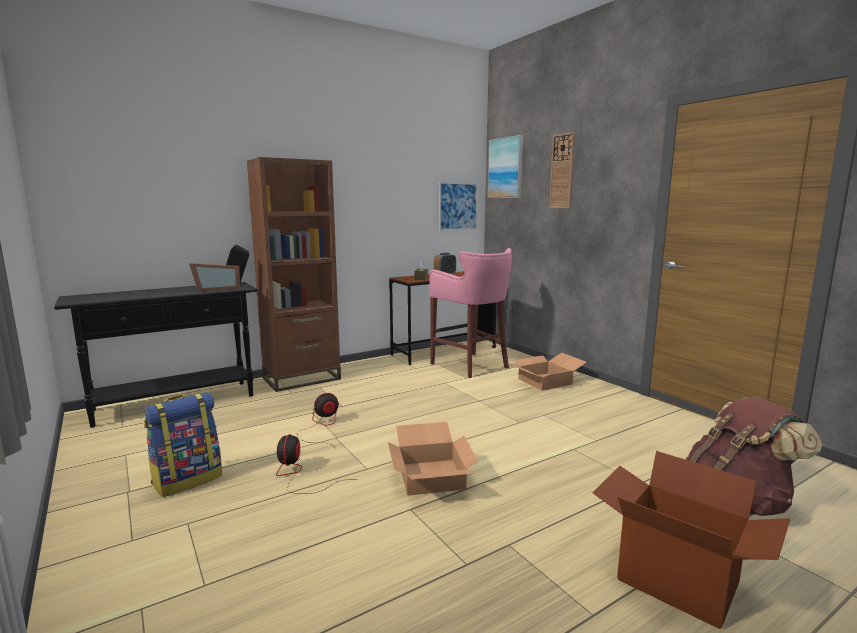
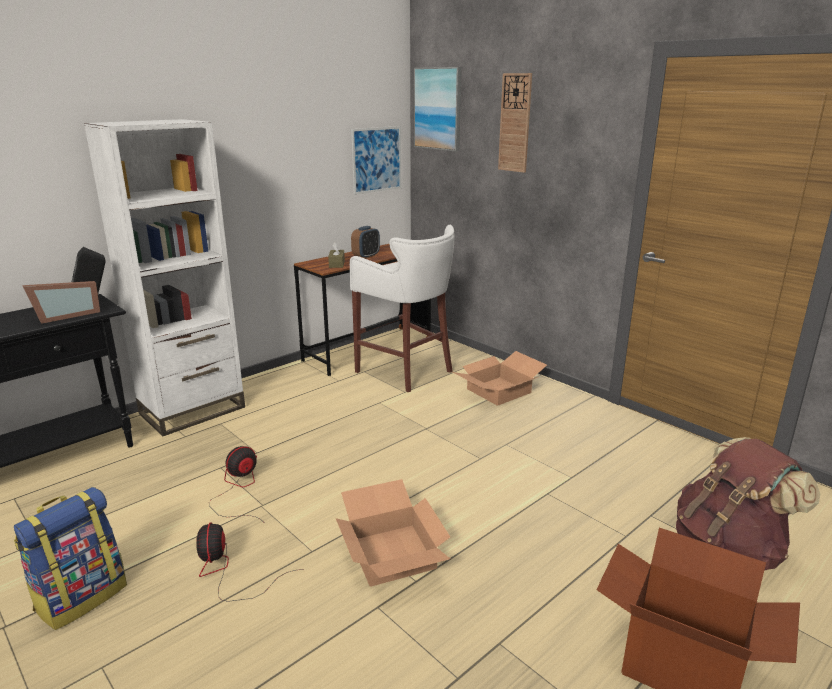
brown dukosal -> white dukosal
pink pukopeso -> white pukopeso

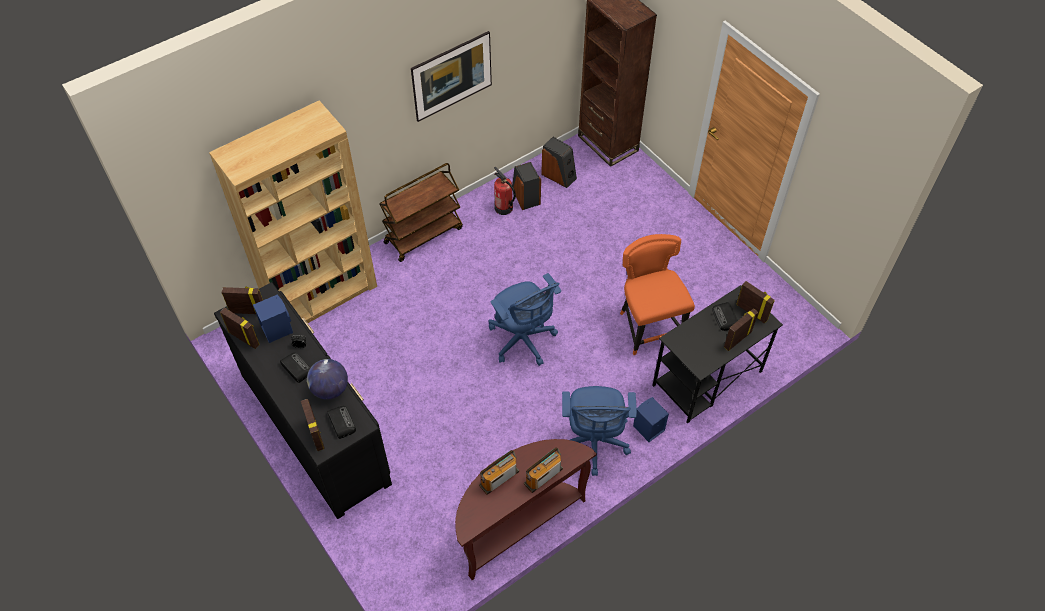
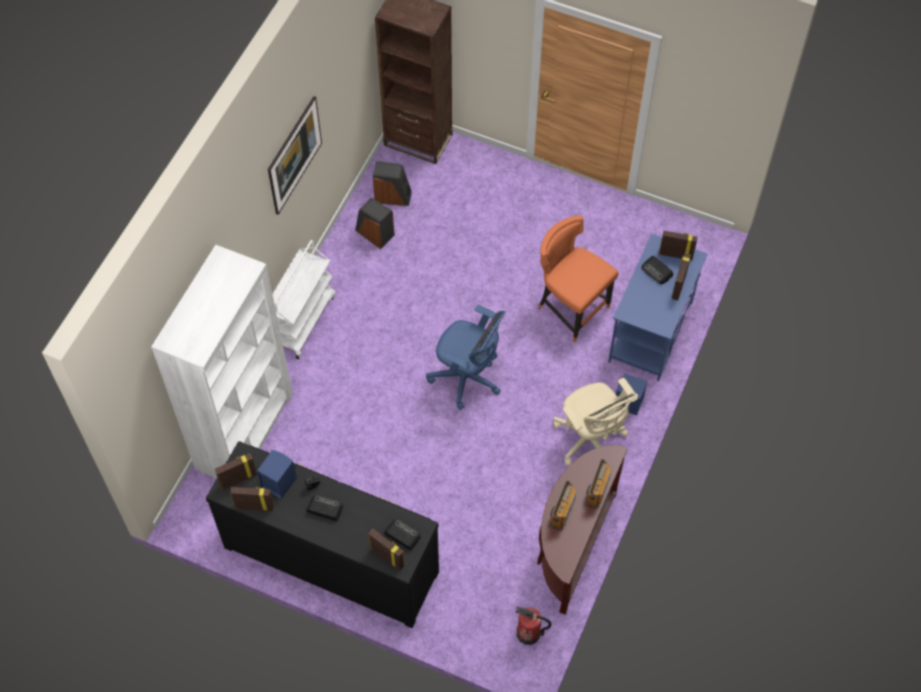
brown dukosal (1st from left) -> white dukosal
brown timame -> white timame
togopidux, move
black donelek -> blue donelek
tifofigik -> none
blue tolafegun (2nd from left) -> beige tolafegun

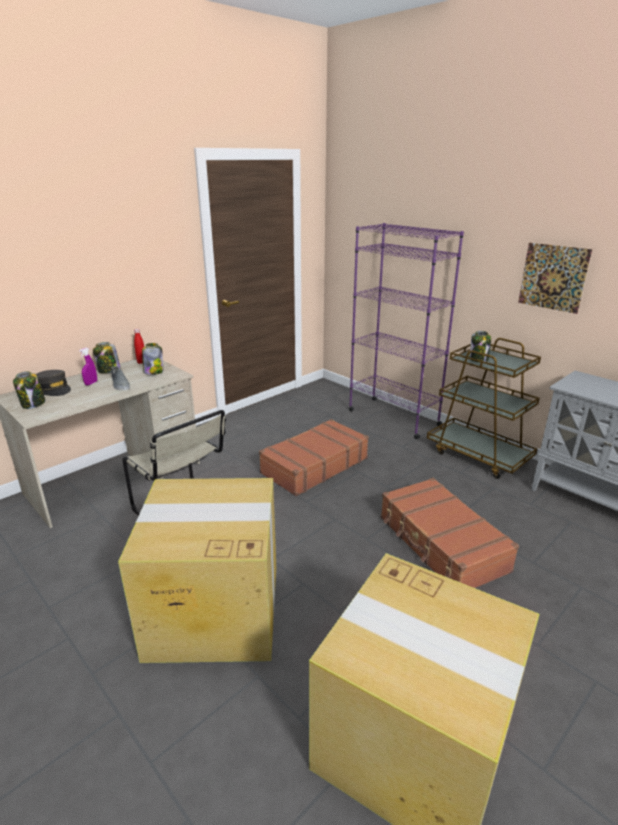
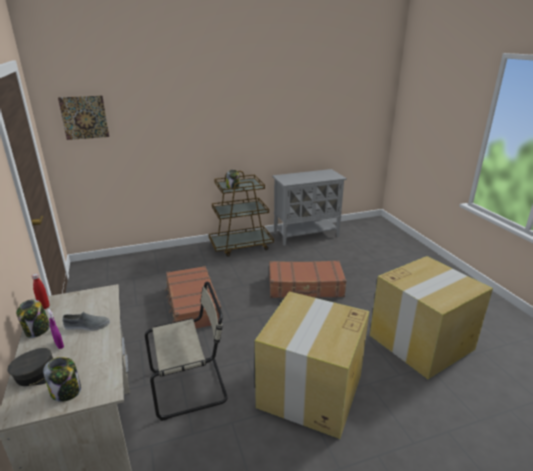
purple dukosal -> none
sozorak, move
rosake (3rd from left) -> none

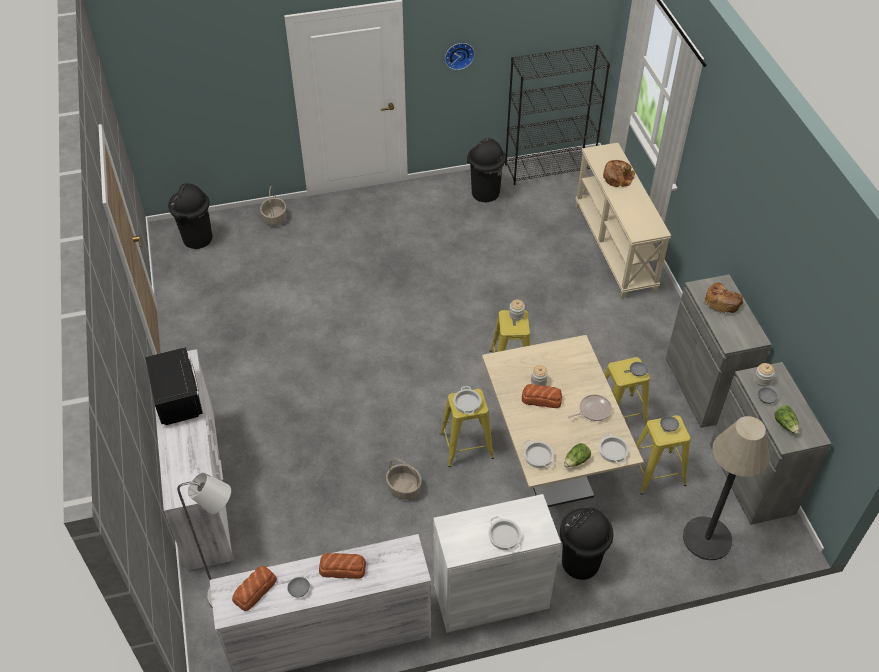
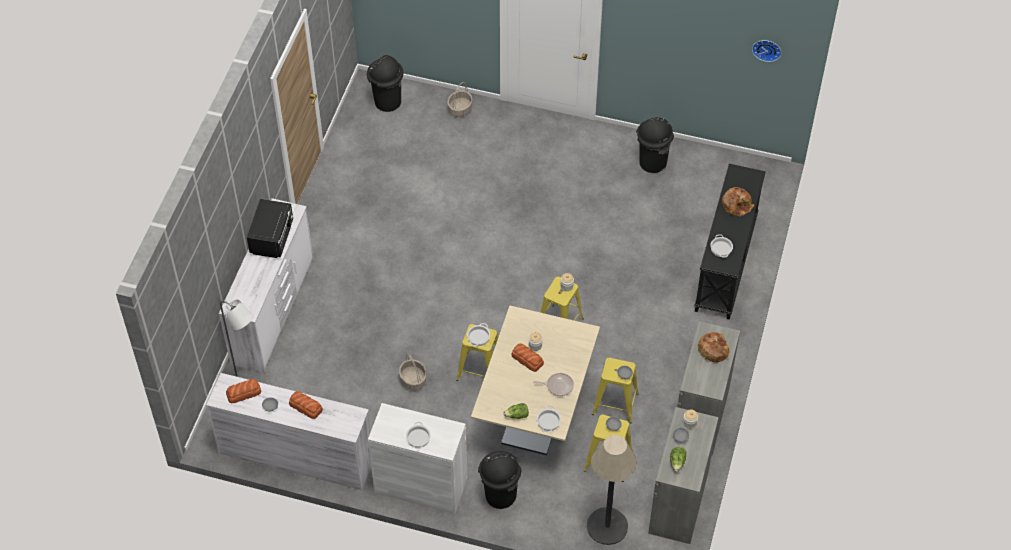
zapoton, move
black dukosal -> none
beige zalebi -> black zalebi
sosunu (3rd from left in the first image) -> sosunu (4th from left), move

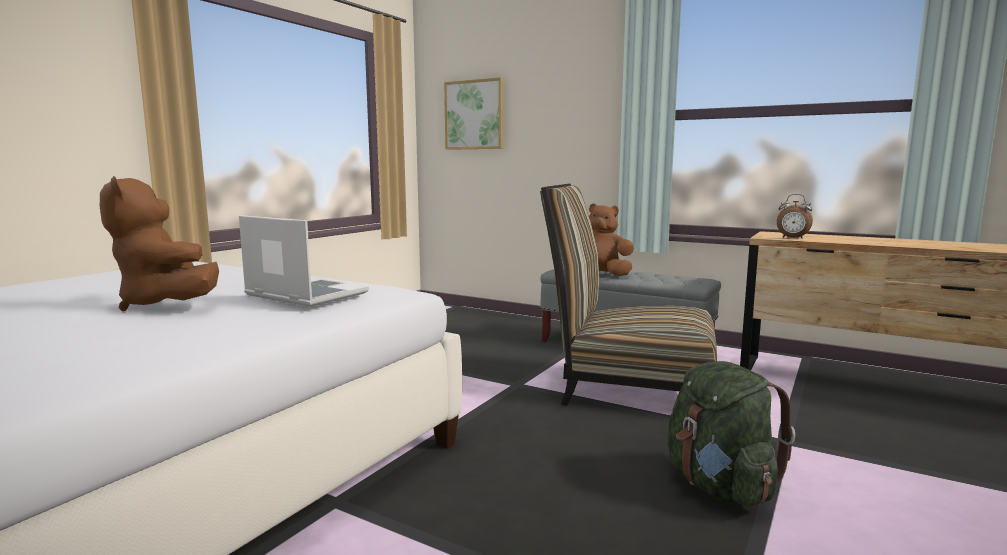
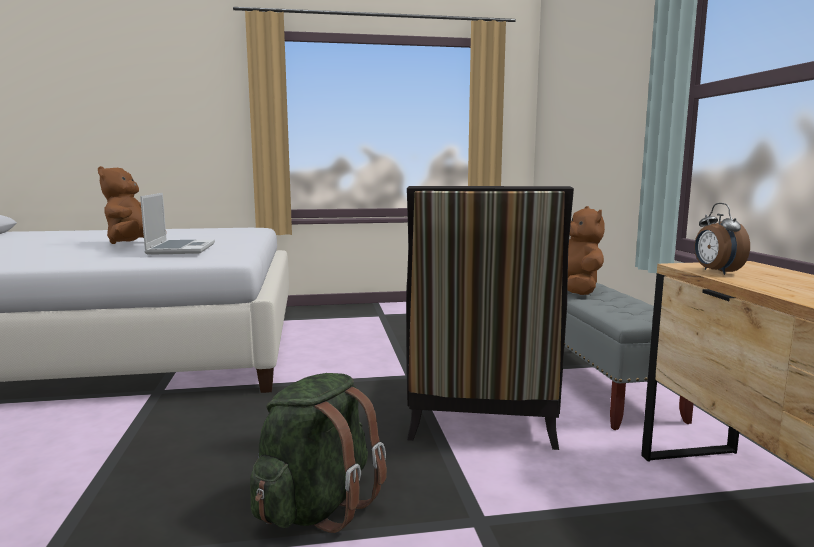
sozorak -> none
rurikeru, 150 degrees counterclockwise

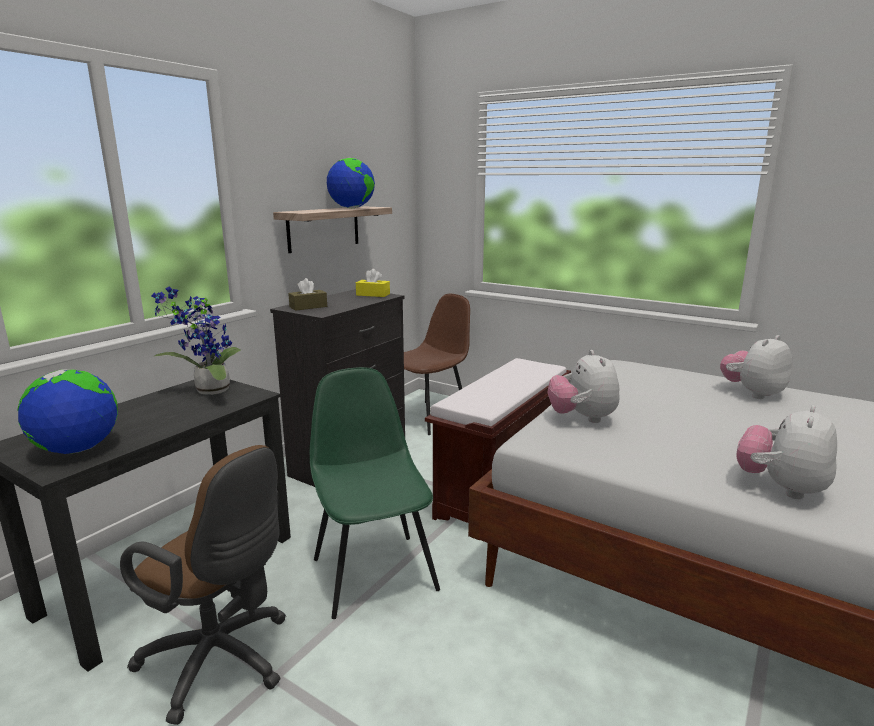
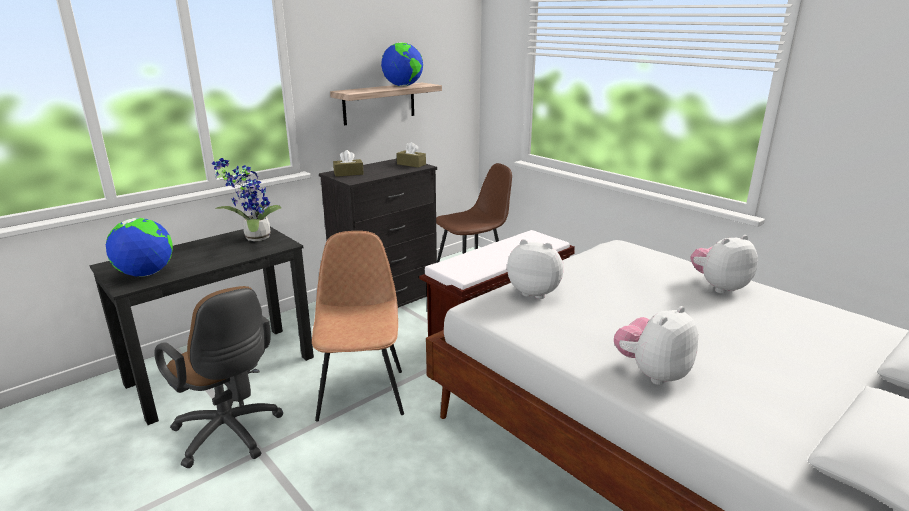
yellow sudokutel -> brown sudokutel (2nd from left)
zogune (1st from left), 105 degrees clockwise
green rurikeru -> brown rurikeru (1st from left)

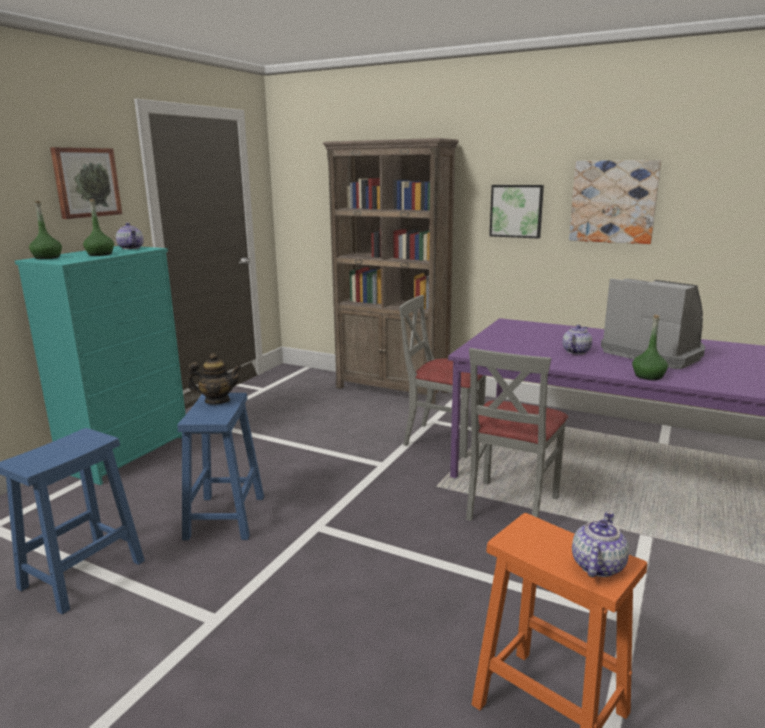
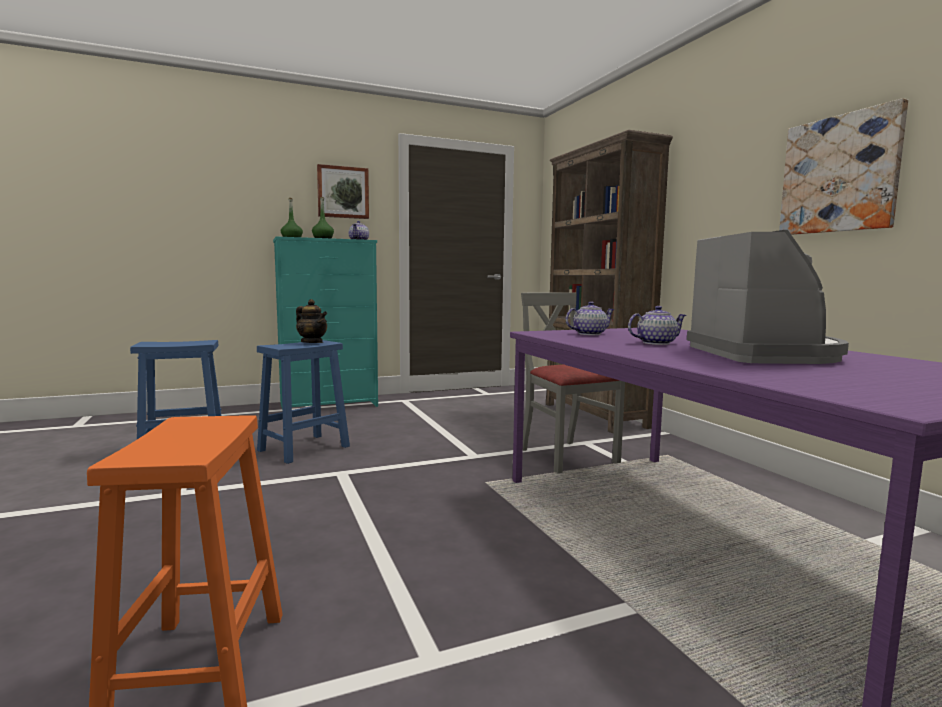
sozorak (2nd from left) -> none
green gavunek (3rd from left) -> none
grey rurikeru (2nd from left) -> none
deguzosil (4th from left in the first image) -> deguzosil (3rd from left), move

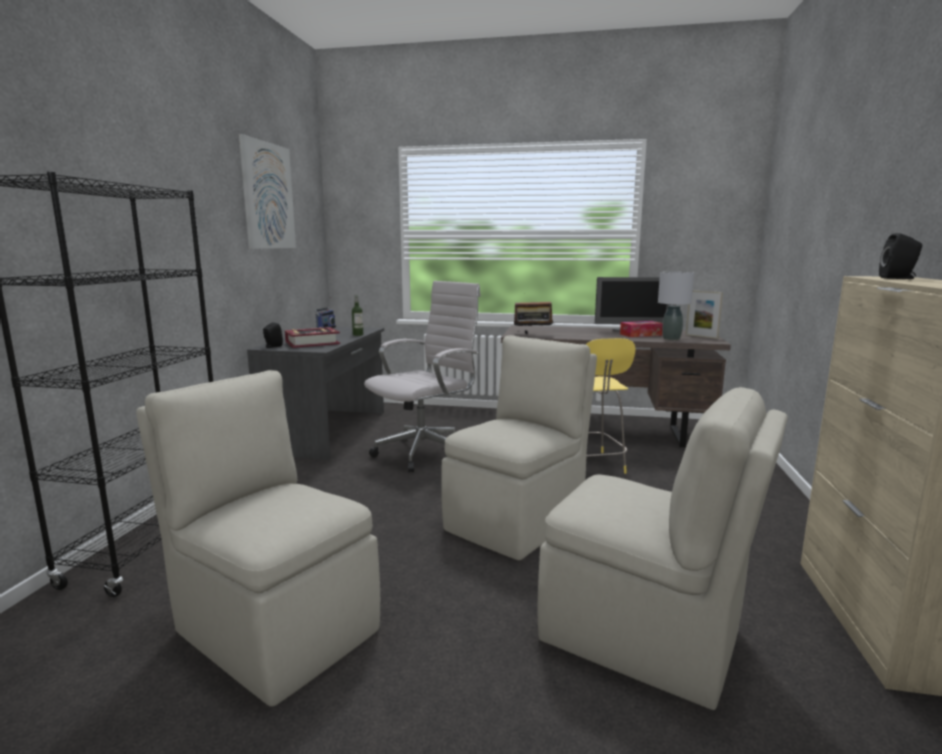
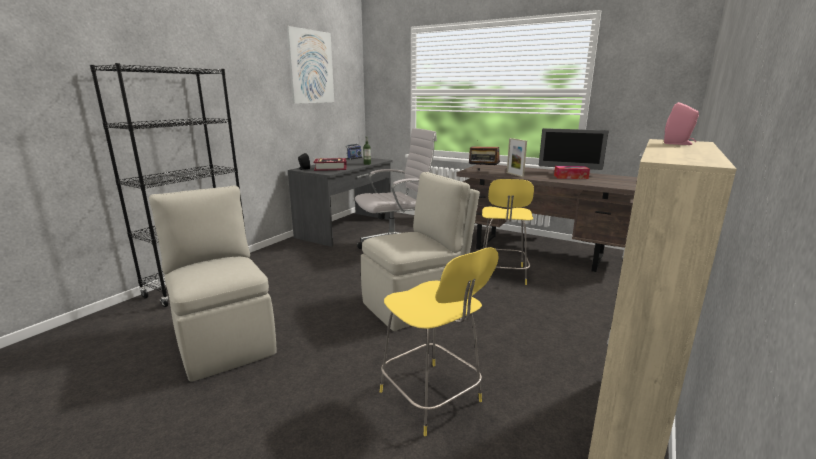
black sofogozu (2nd from left) -> pink sofogozu
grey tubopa -> none
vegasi, move
beige rurikeru (3rd from left) -> yellow pukopeso (1st from left)

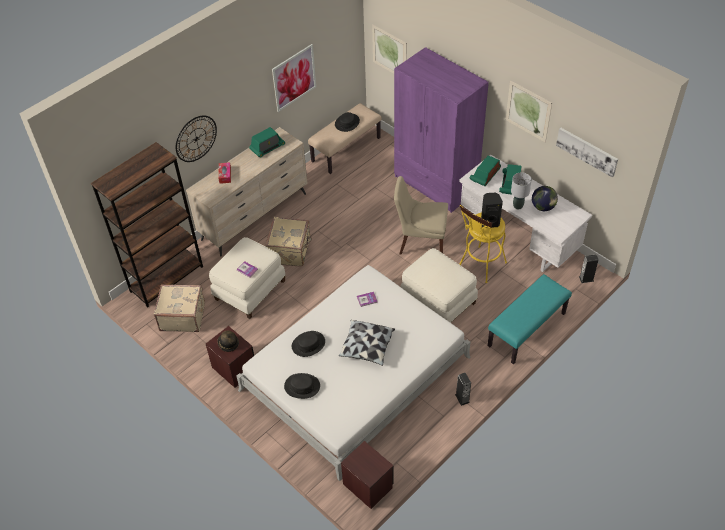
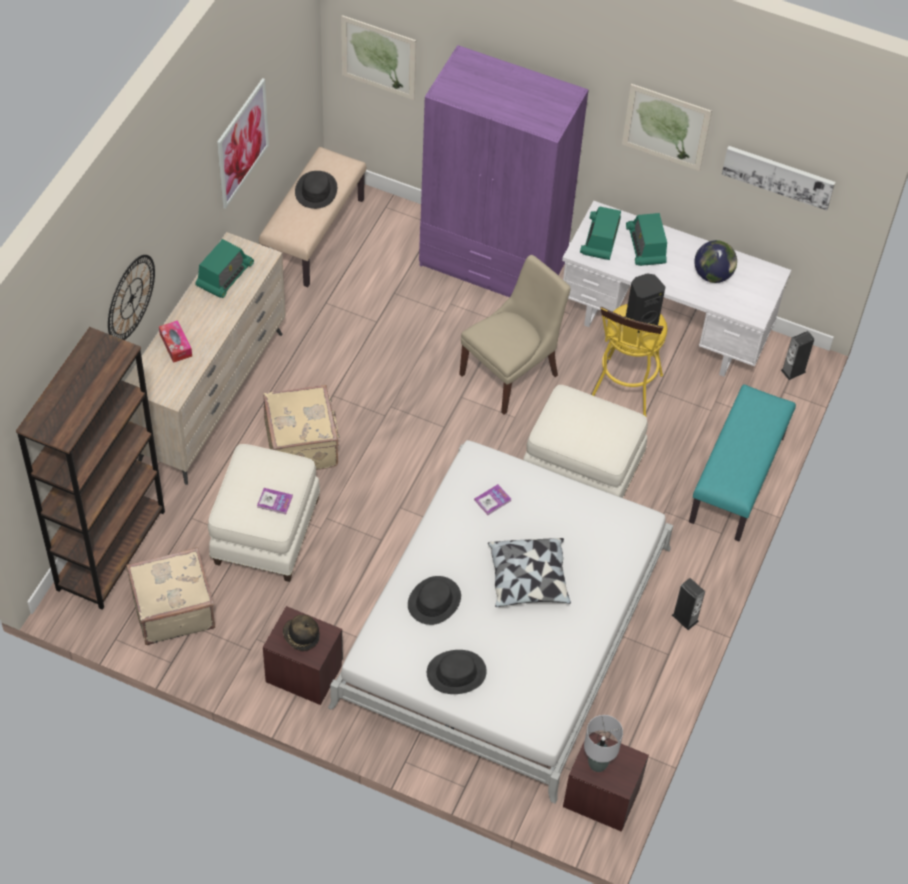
grey tubopa, move
beige rurikeru, 150 degrees clockwise

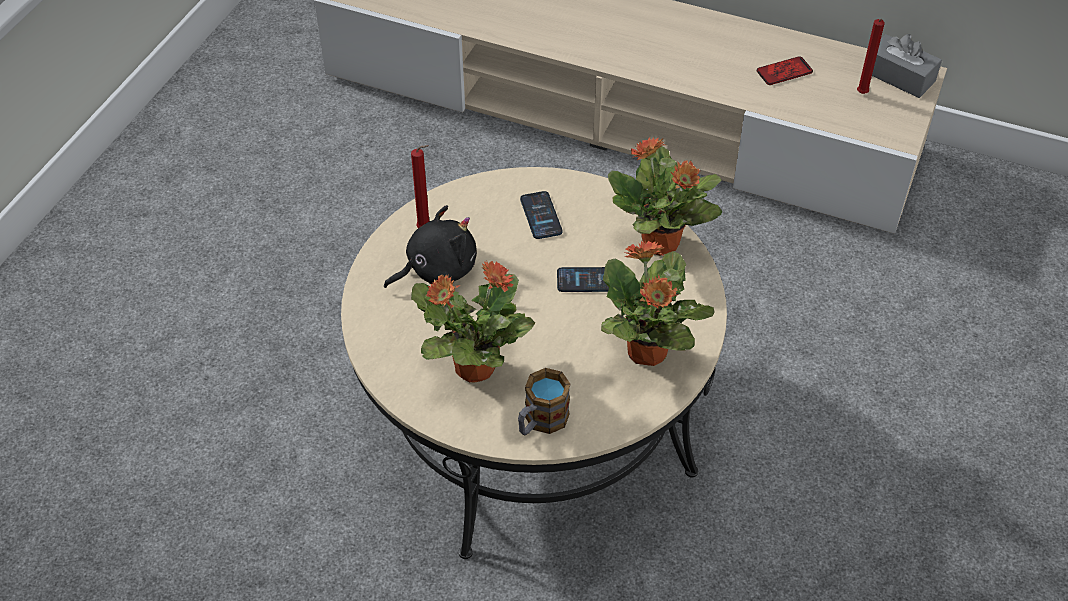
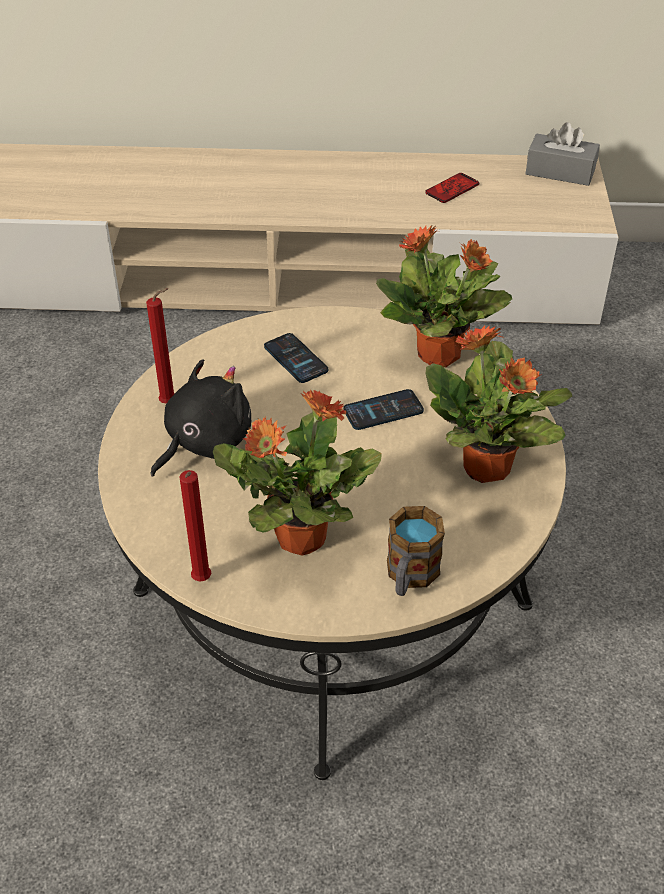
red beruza (2nd from left), move

